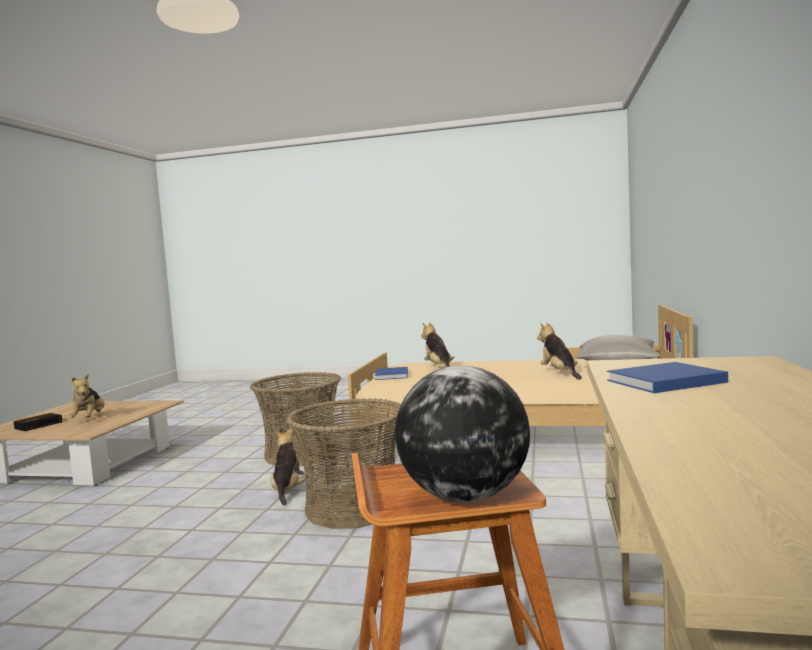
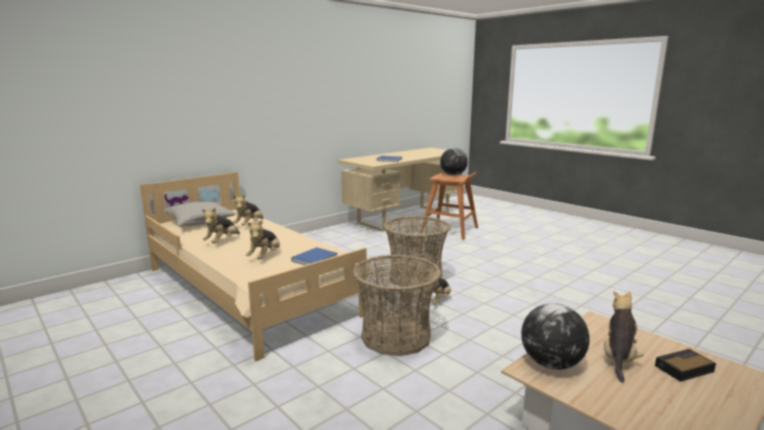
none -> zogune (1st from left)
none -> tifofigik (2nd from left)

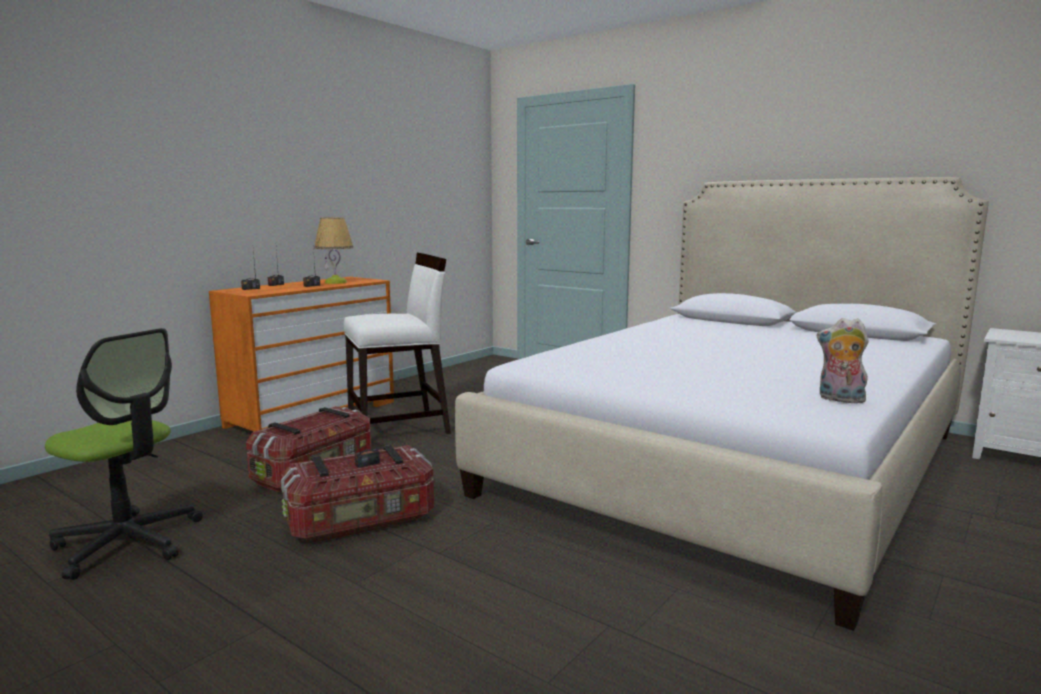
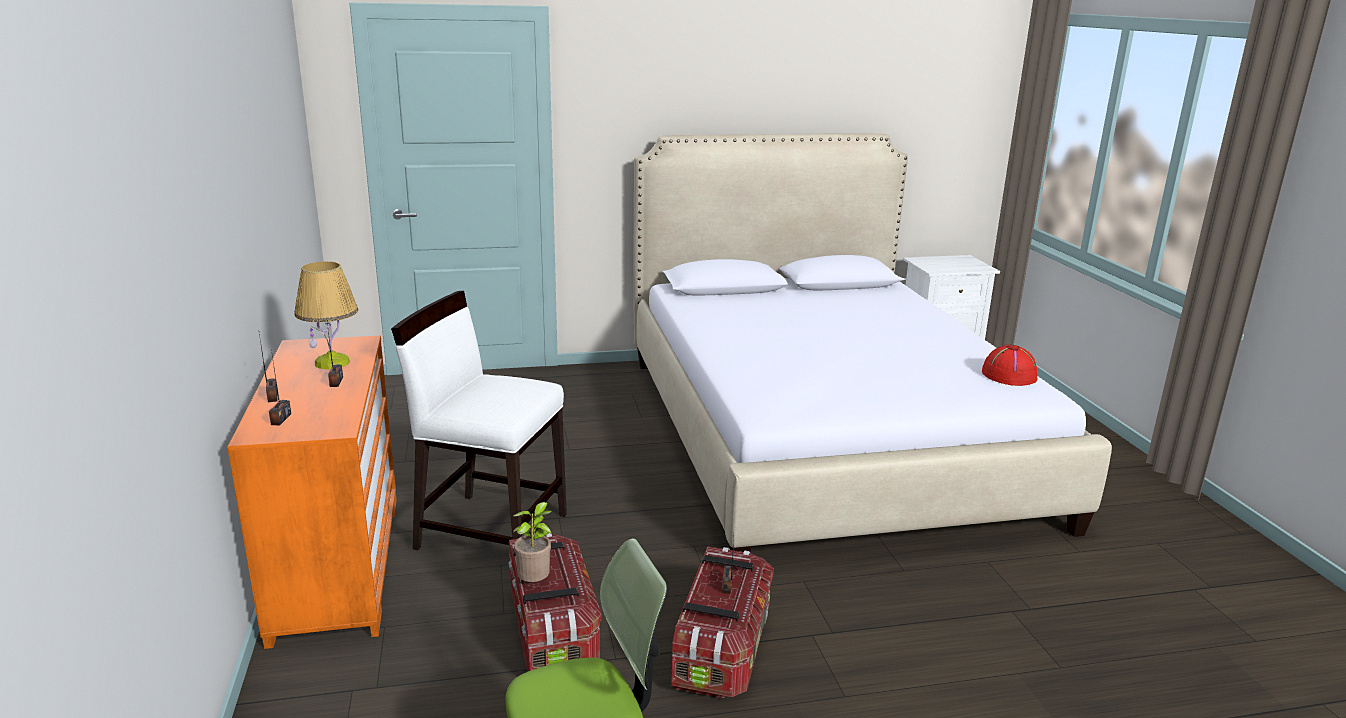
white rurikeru, 90 degrees counterclockwise
zogune -> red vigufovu
none -> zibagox

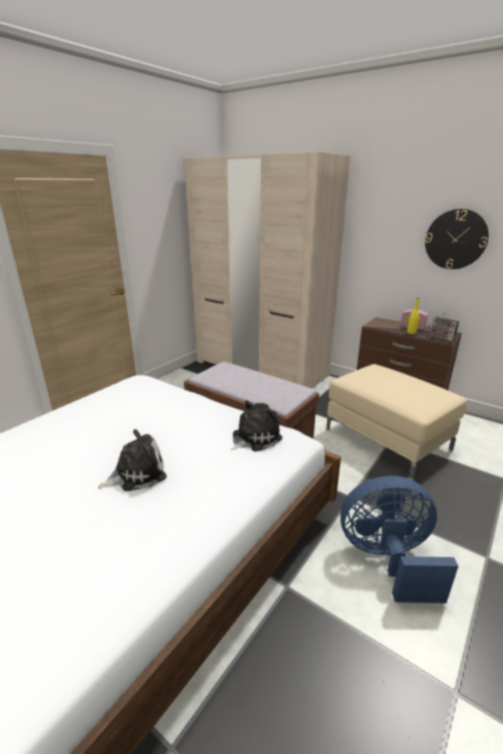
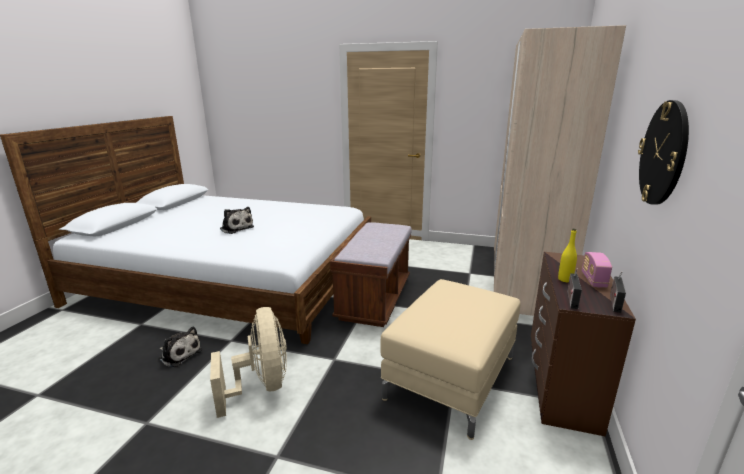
zogune (2nd from left in the first image) -> zogune (1st from left), move
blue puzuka -> beige puzuka

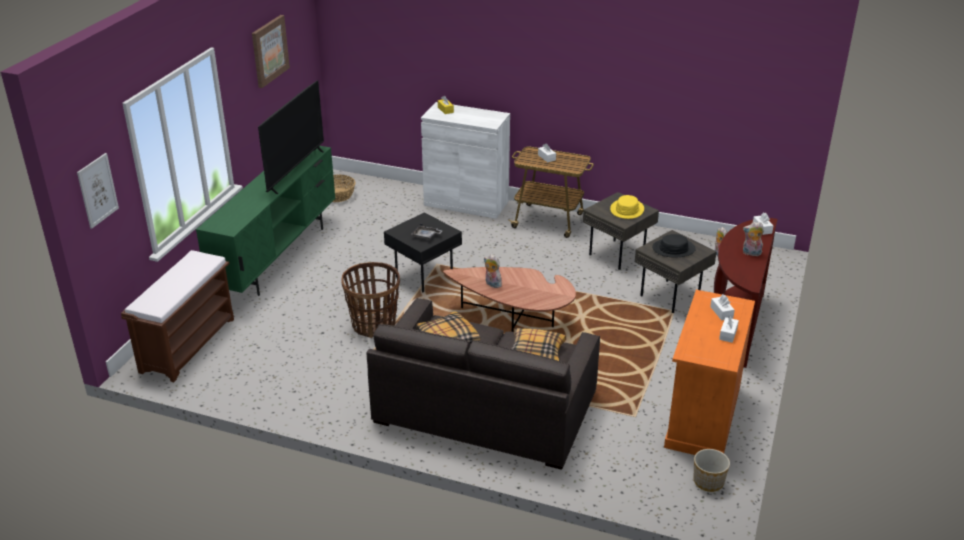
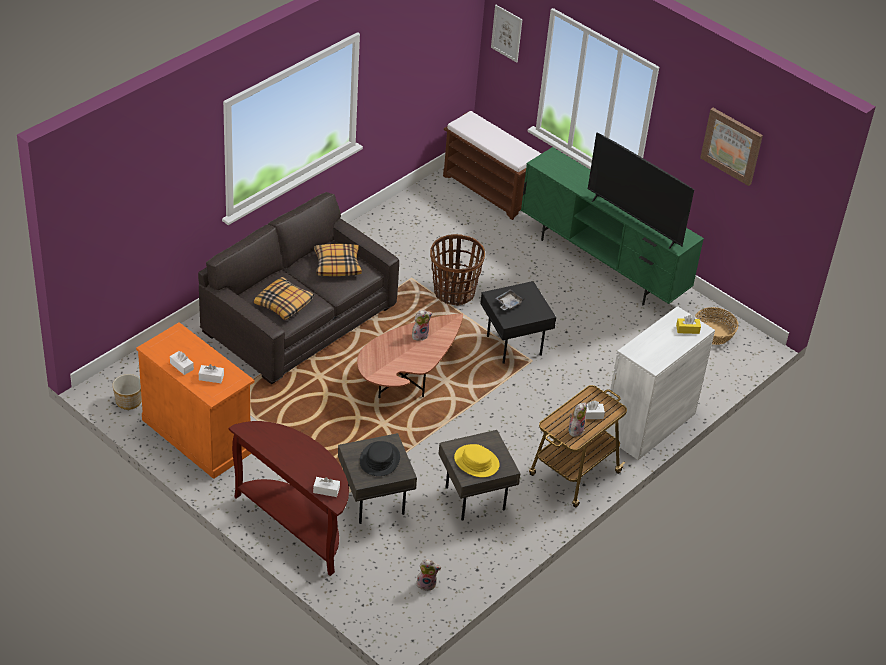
zogune (3rd from left), move

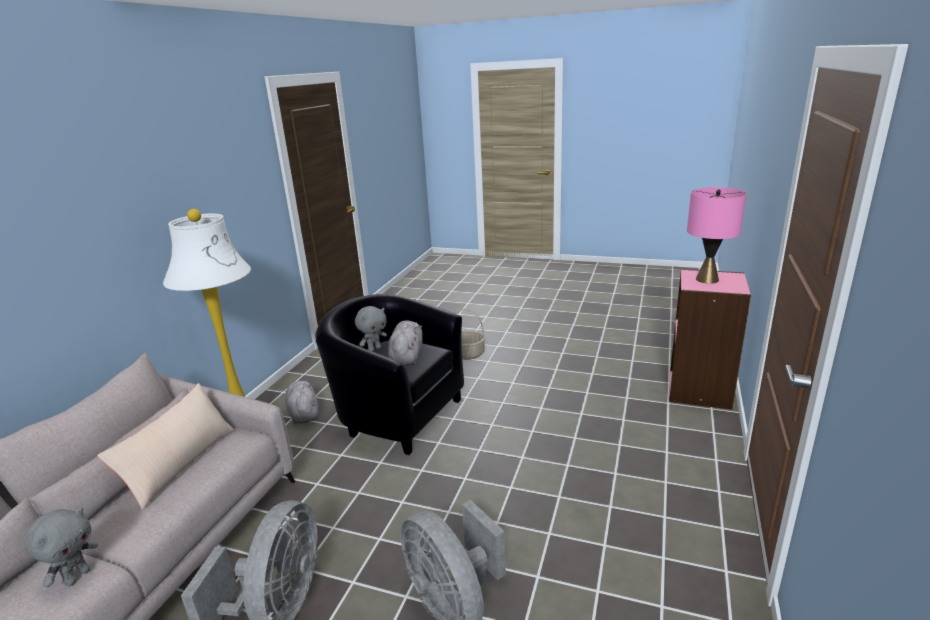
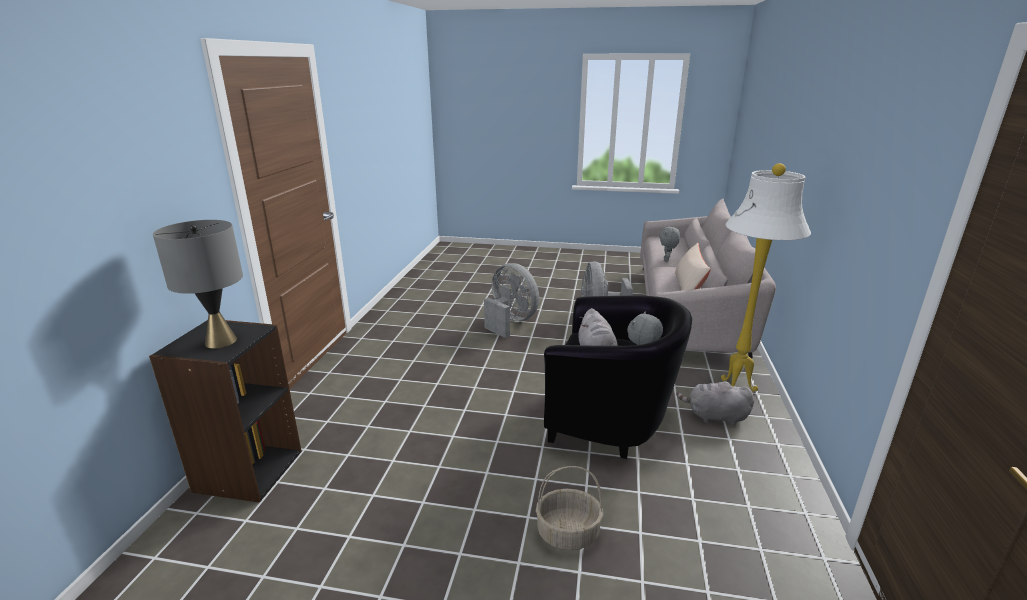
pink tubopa -> grey tubopa
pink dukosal -> black dukosal
grey zogune (2nd from left in the first image) -> grey zogune (4th from left), 135 degrees clockwise

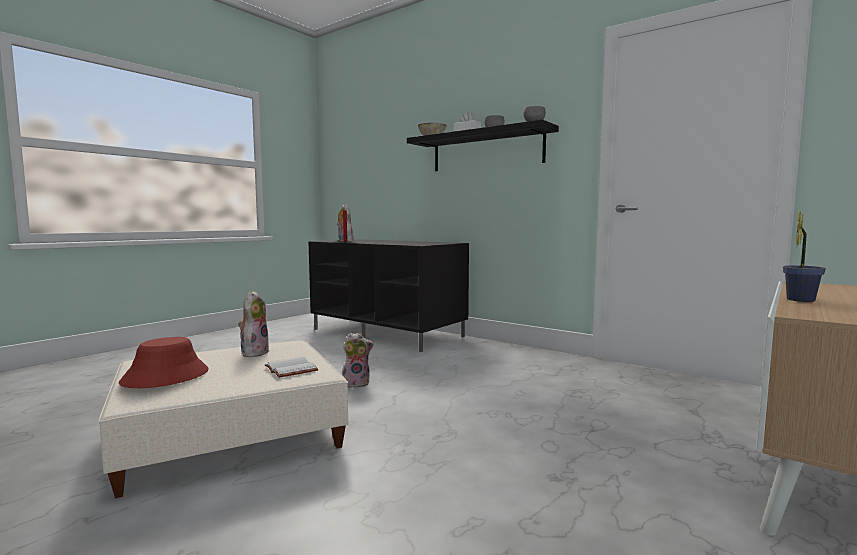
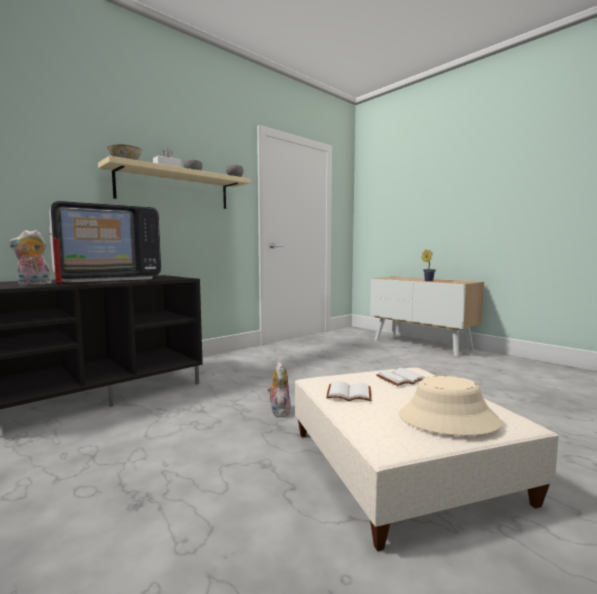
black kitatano -> beige kitatano
zogune (1st from left) -> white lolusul (1st from left)
red vigufovu -> beige vigufovu
none -> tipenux

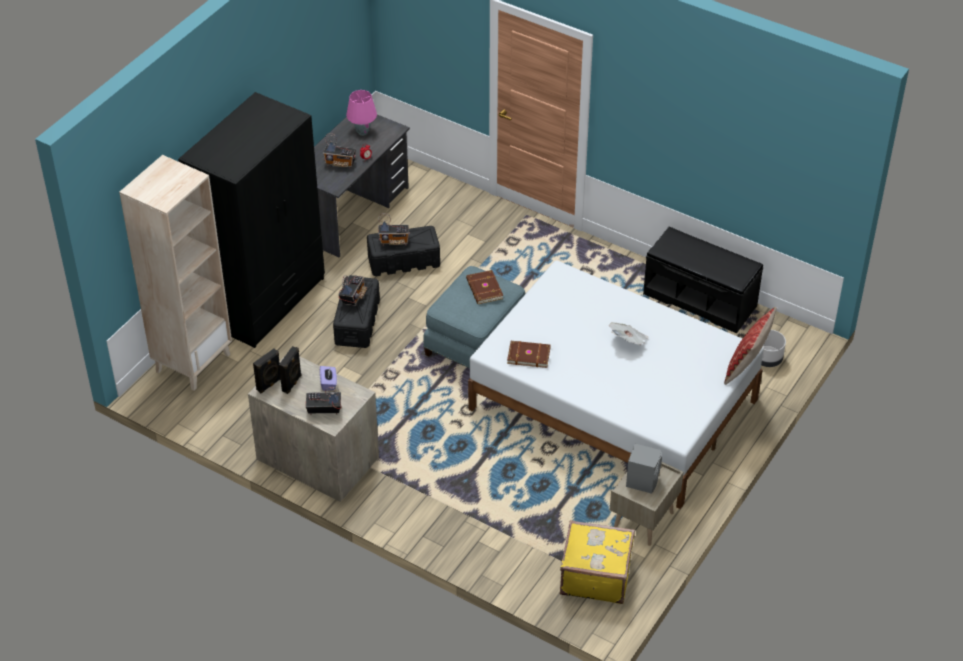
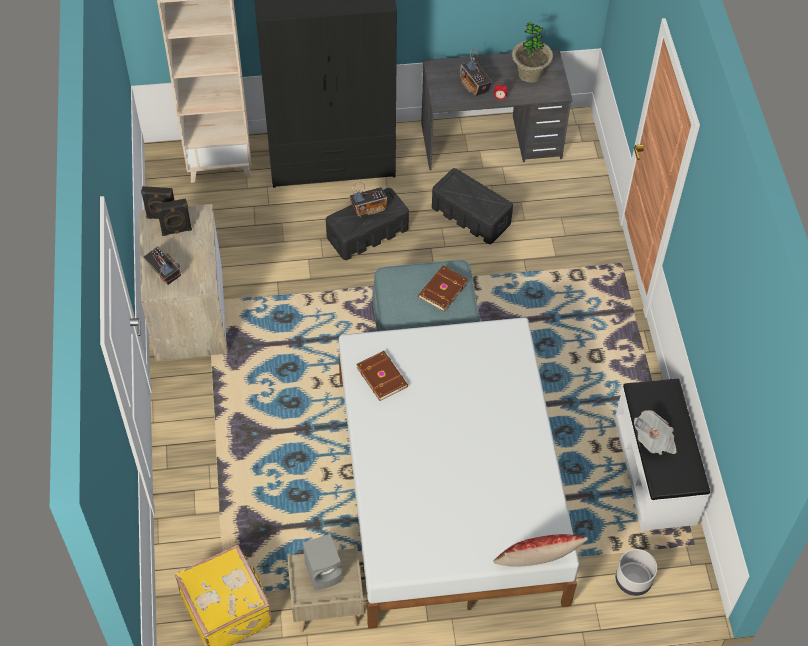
pink tubopa -> zibagox
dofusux (4th from left) -> none
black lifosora -> white lifosora
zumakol, move
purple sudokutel -> none

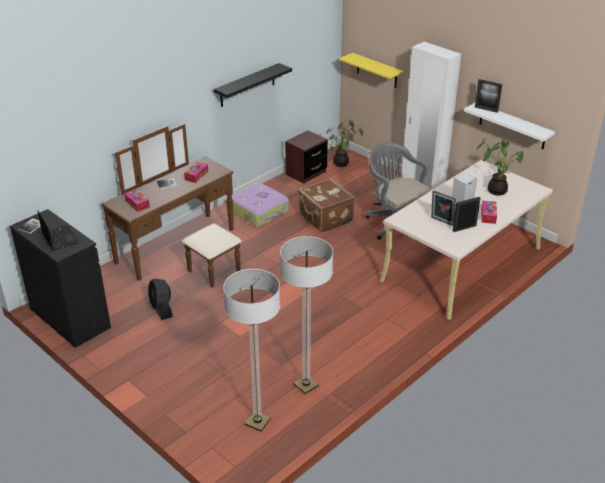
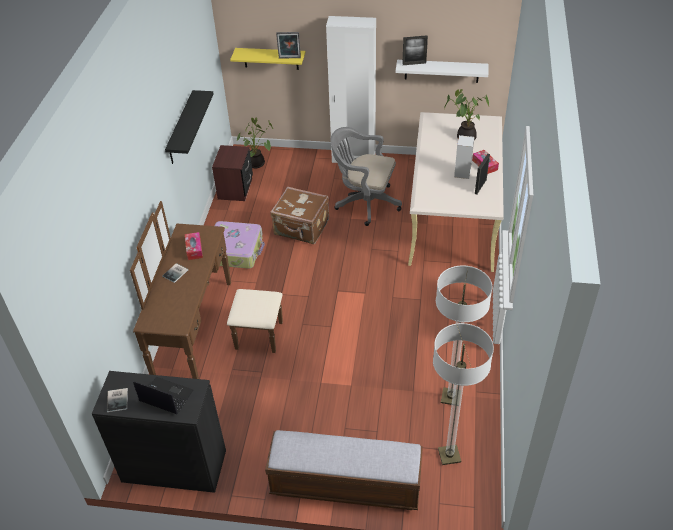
sudokutel (1st from left) -> none
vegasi (1st from left), move
black puzuka -> none
none -> lifosora

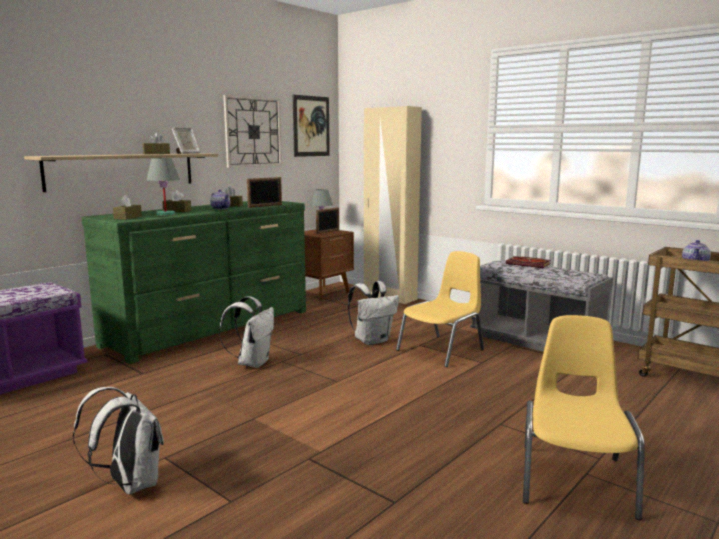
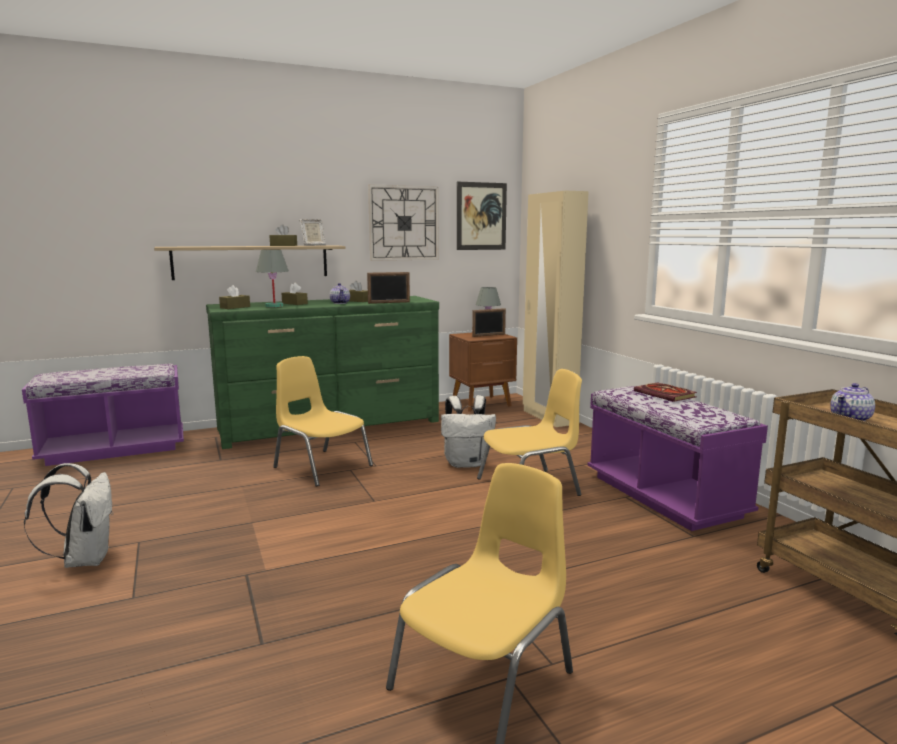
grey lifosora -> purple lifosora (2nd from left)
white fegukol (2nd from left) -> yellow rurikeru (1st from left)

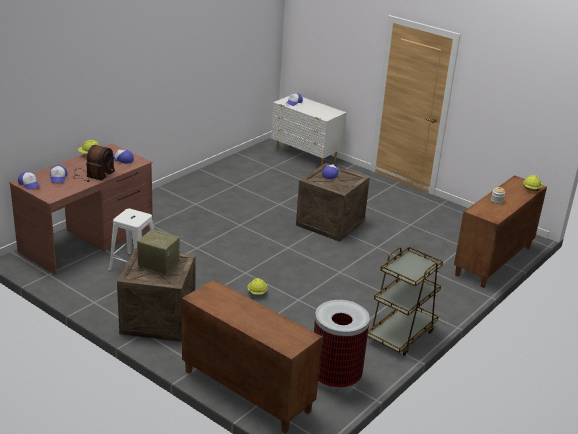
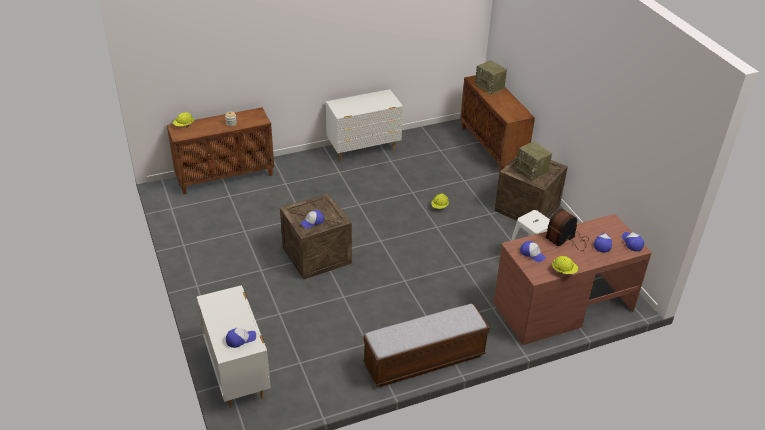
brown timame -> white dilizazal (2nd from left)
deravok -> none
none -> dofusux (1st from left)
none -> lifosora

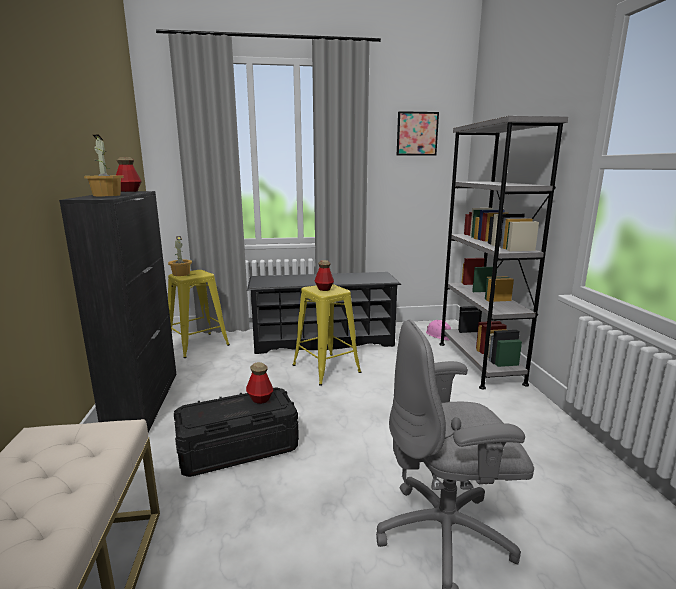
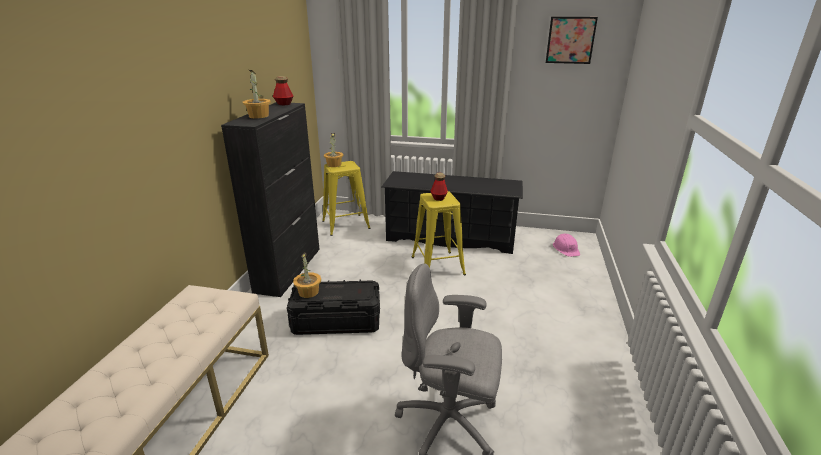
grey dukosal -> none
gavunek (2nd from left) -> none
none -> zibagox (2nd from left)

